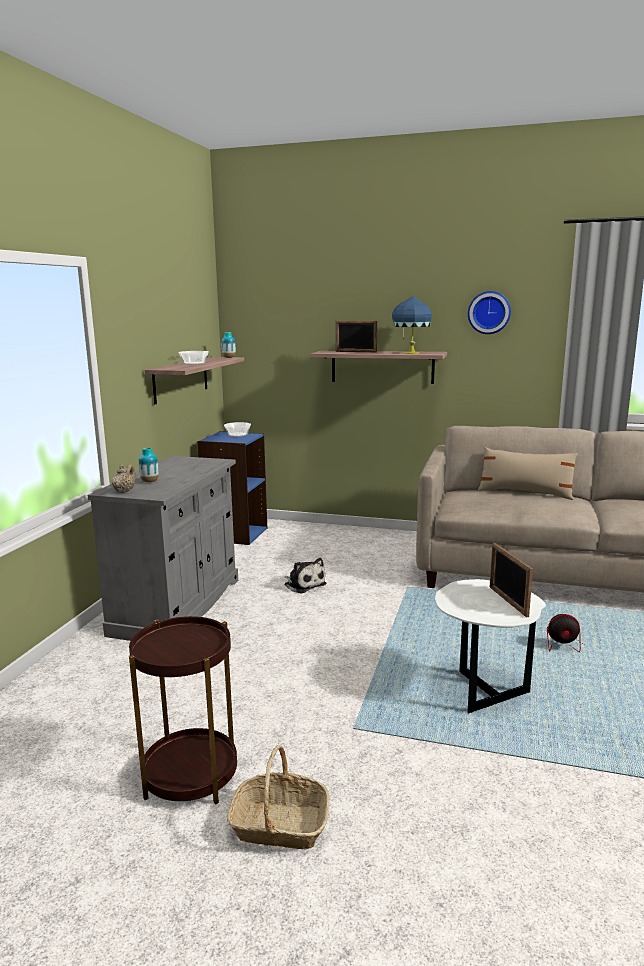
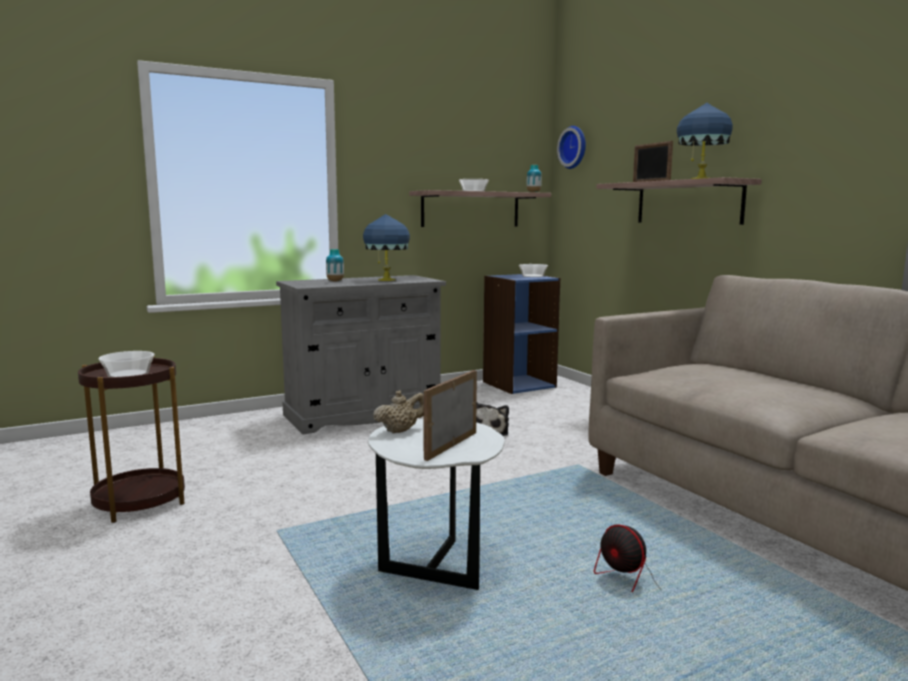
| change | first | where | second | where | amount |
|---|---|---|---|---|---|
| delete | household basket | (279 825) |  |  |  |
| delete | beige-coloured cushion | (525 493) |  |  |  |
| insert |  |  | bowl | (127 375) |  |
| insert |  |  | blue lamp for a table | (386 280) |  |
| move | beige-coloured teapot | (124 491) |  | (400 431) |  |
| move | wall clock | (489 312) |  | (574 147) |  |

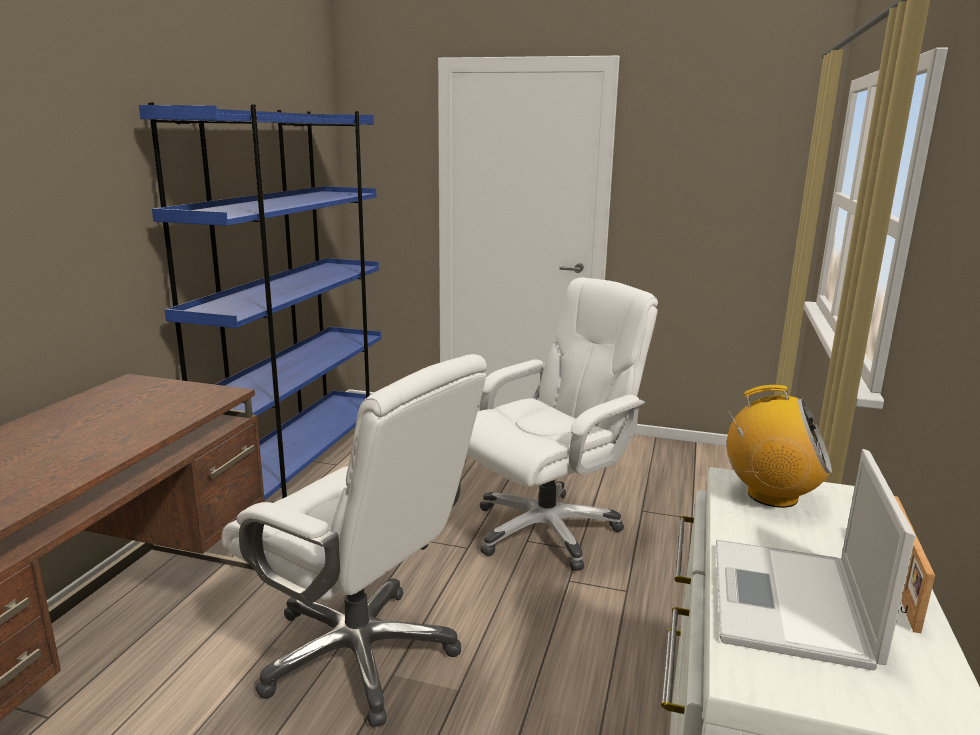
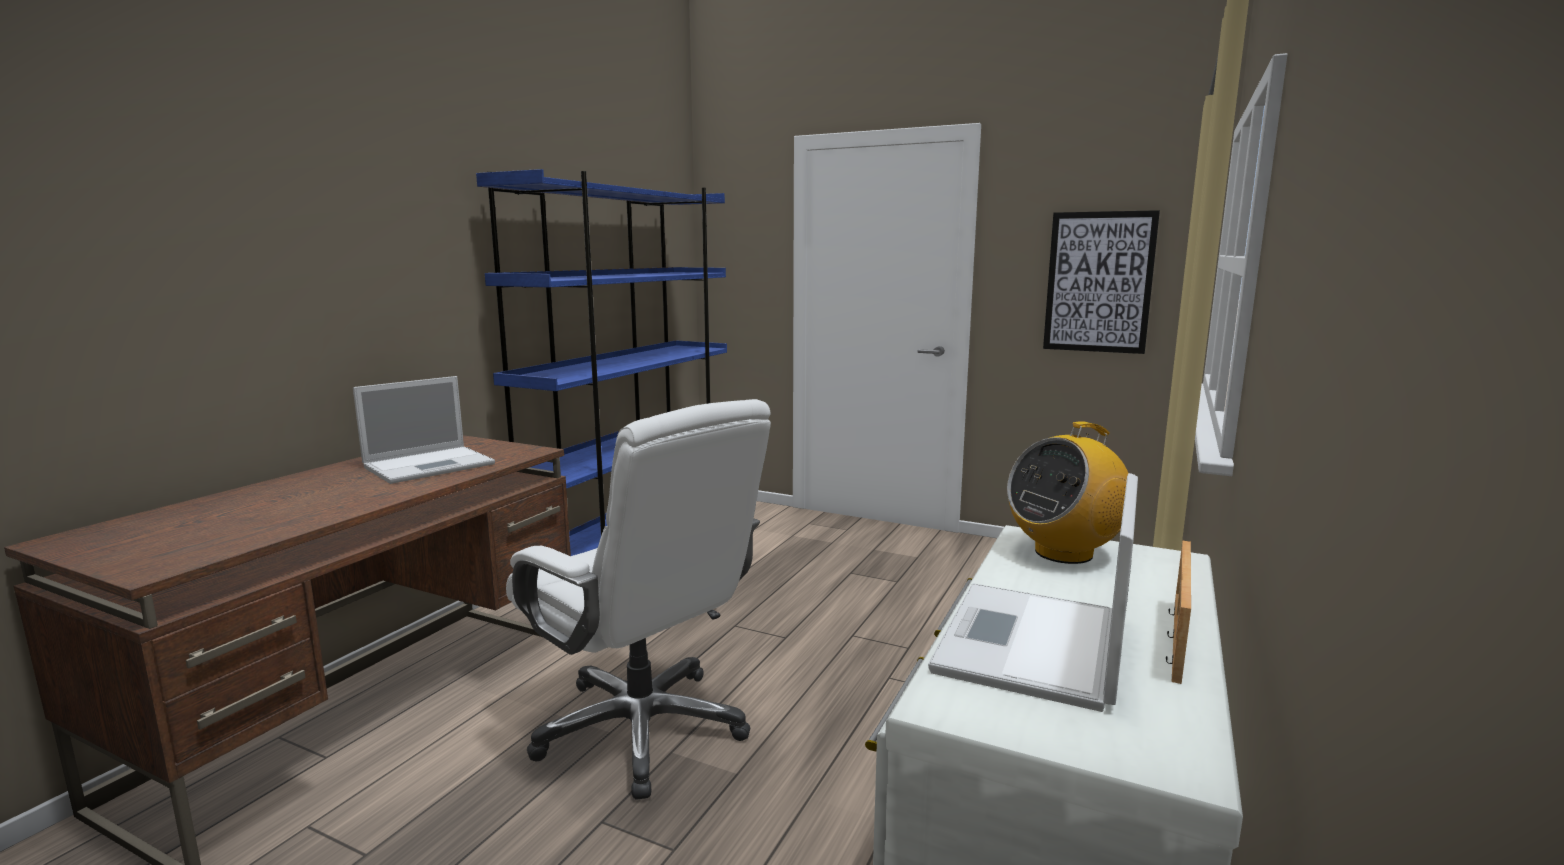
| change | first | where | second | where | amount |
|---|---|---|---|---|---|
| delete | white desk chair | (546 529) |  |  |  |
| insert |  |  | laptop | (431 465) |  |
| insert |  |  | wall art | (1099 282) |  |
| rotate | radio | (771 495) |  | (1064 552) | 120 degrees clockwise |

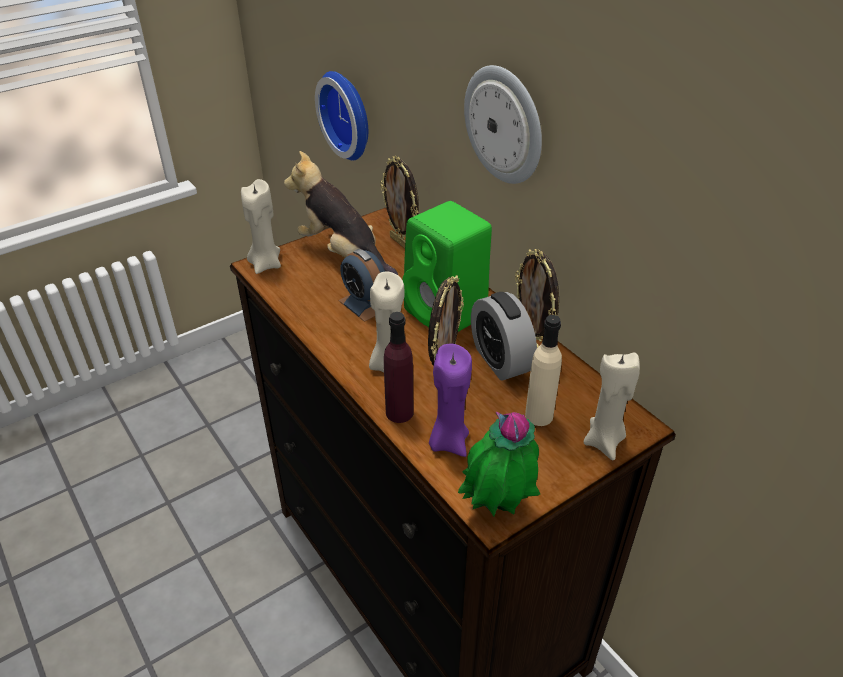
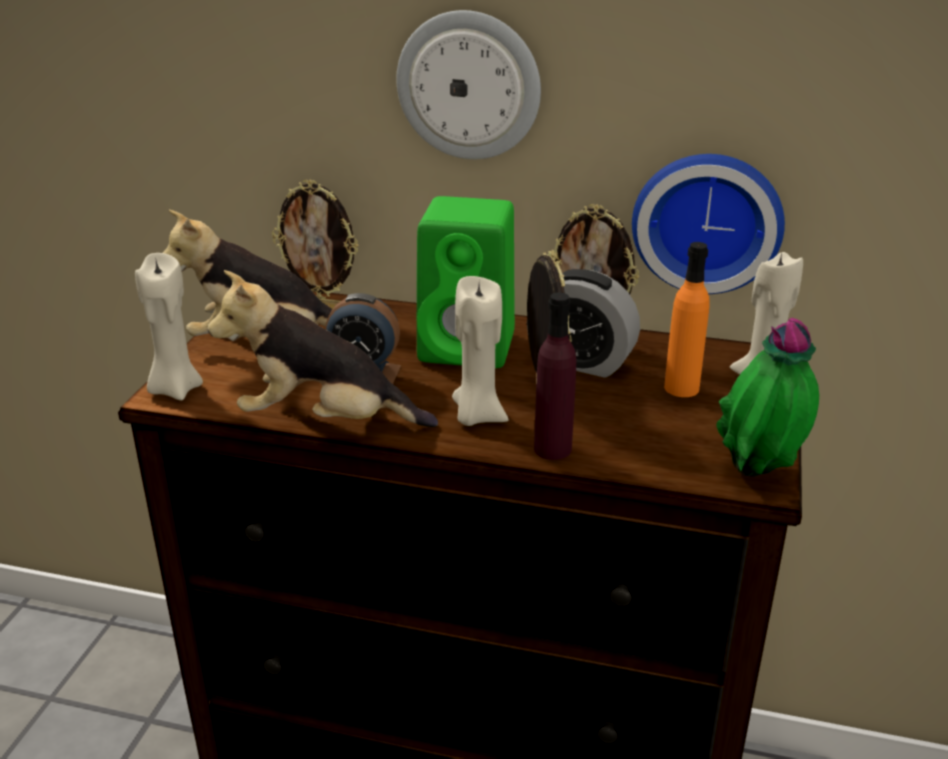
| change | first | where | second | where | amount |
|---|---|---|---|---|---|
| delete | purplish candle | (448 441) |  |  |  |
| insert |  |  | soft toy | (325 421) |  |
| move | wall clock | (349 114) |  | (707 220) |  |
| recolor | beige-coloured beverage bottle | (539 415) | orange-coloured beverage bottle | (681 388) |  |

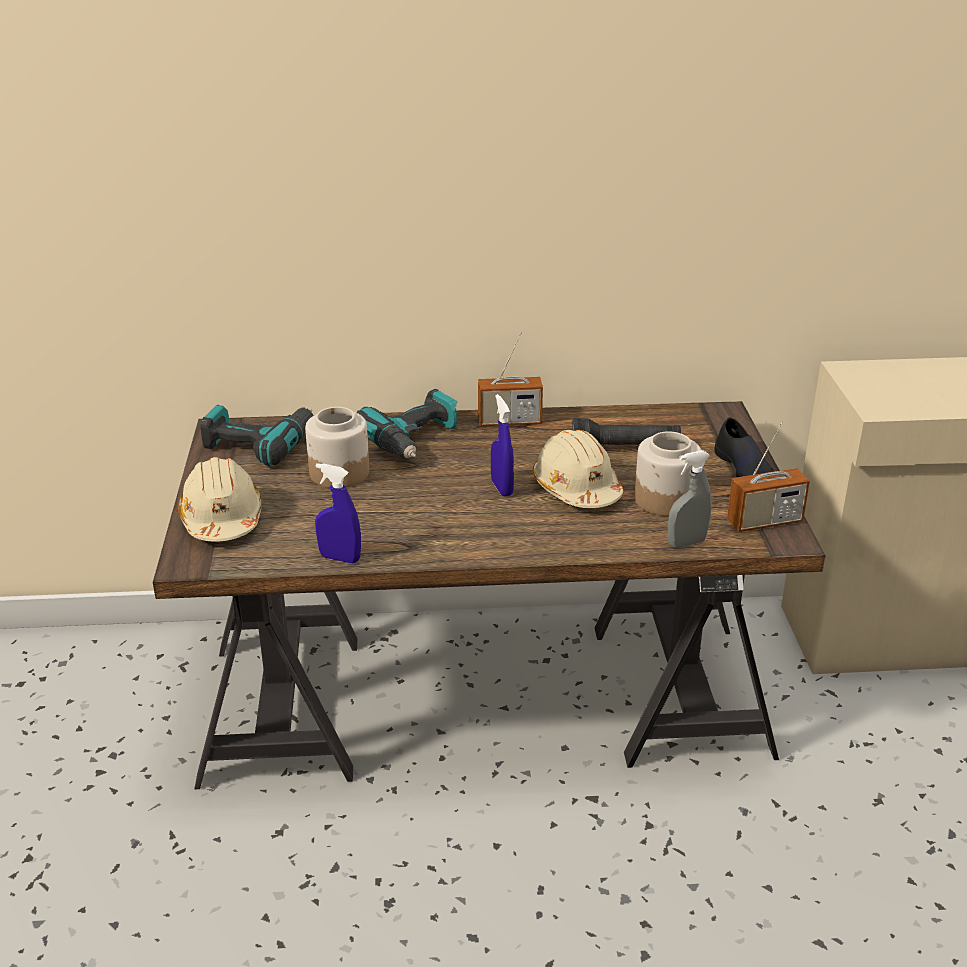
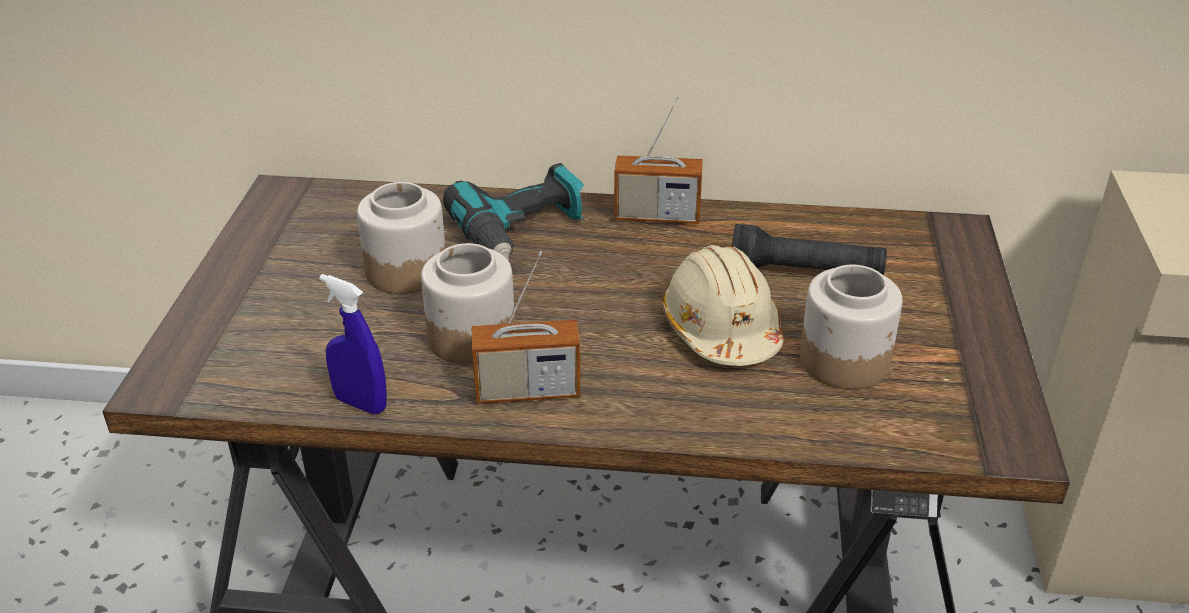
| change | first | where | second | where | amount |
|---|---|---|---|---|---|
| delete | beige-coloured hard hat | (222 519) |  |  |  |
| delete | electric drill | (259 443) |  |  |  |
| delete | blue sprayer | (502 488) |  |  |  |
| delete | grey sprayer | (686 543) |  |  |  |
| delete | black shoe | (745 469) |  |  |  |
| insert |  |  | jar | (470 337) |  |
| move | radio | (764 522) |  | (527 391) |  |

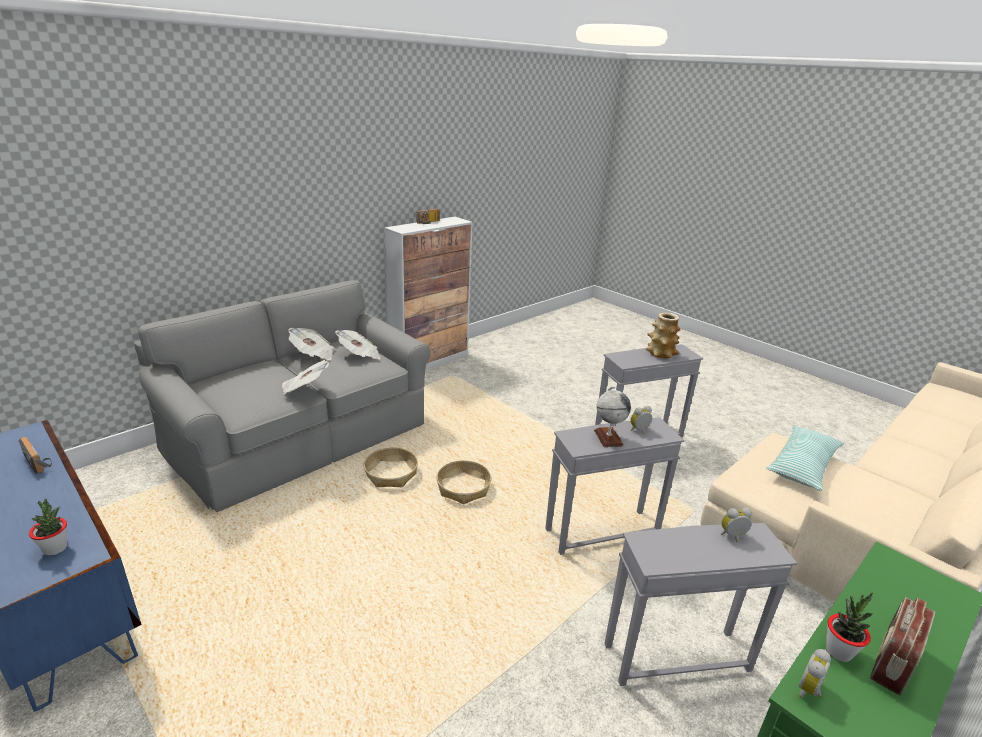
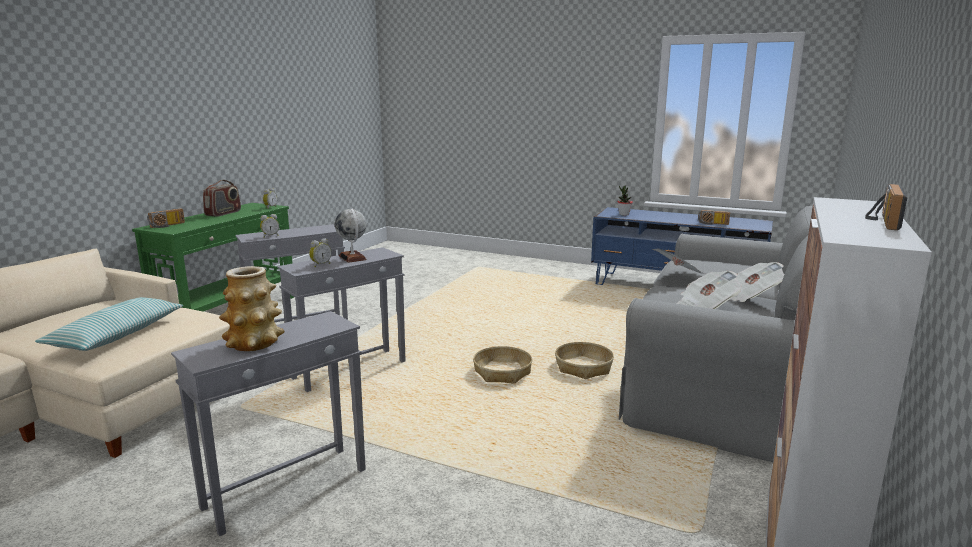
| change | first | where | second | where | amount |
|---|---|---|---|---|---|
| delete | houseplant | (838 651) |  |  |  |
| insert |  |  | radio | (167 225) |  |

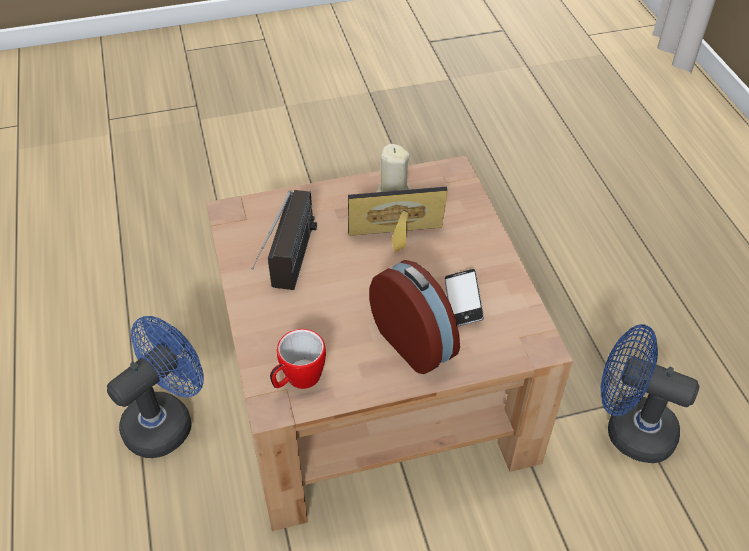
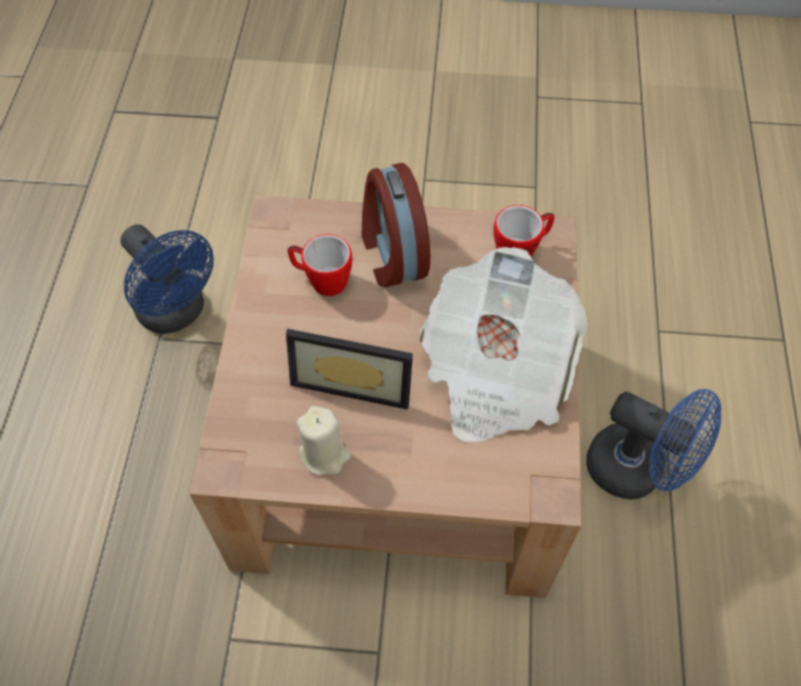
| change | first | where | second | where | amount |
|---|---|---|---|---|---|
| replace | radio | (290 273) | printed paper | (496 372) |  |
| replace | phone | (463 301) | coffee mug | (321 280) |  |
| rotate | blue cooling fan | (166 420) |  | (637 470) | 120 degrees counterclockwise |

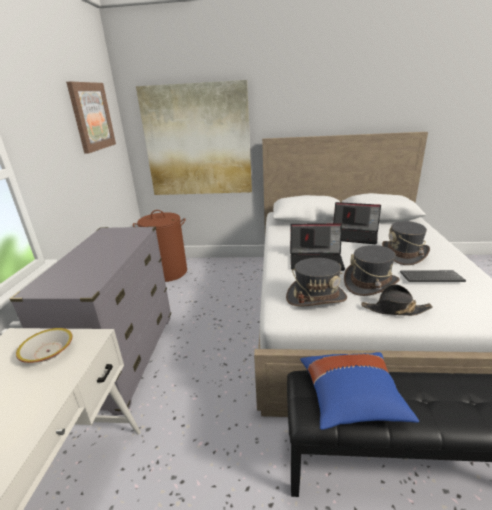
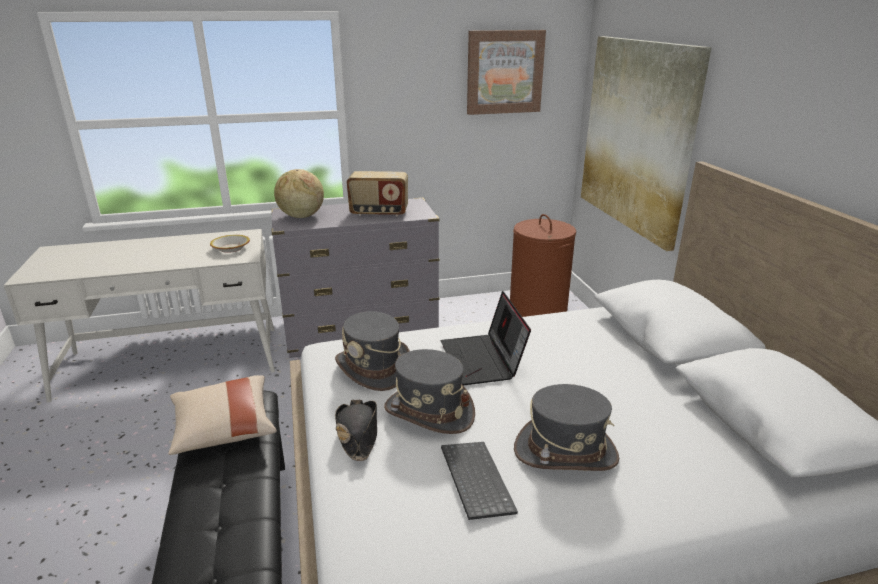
| change | first | where | second | where | amount |
|---|---|---|---|---|---|
| delete | laptop | (354 235) |  |  |  |
| insert |  |  | world globe | (301 216) |  |
| insert |  |  | radio | (379 213) |  |
| recolor | blue cushion | (352 400) | beige-coloured cushion | (224 428) |  |

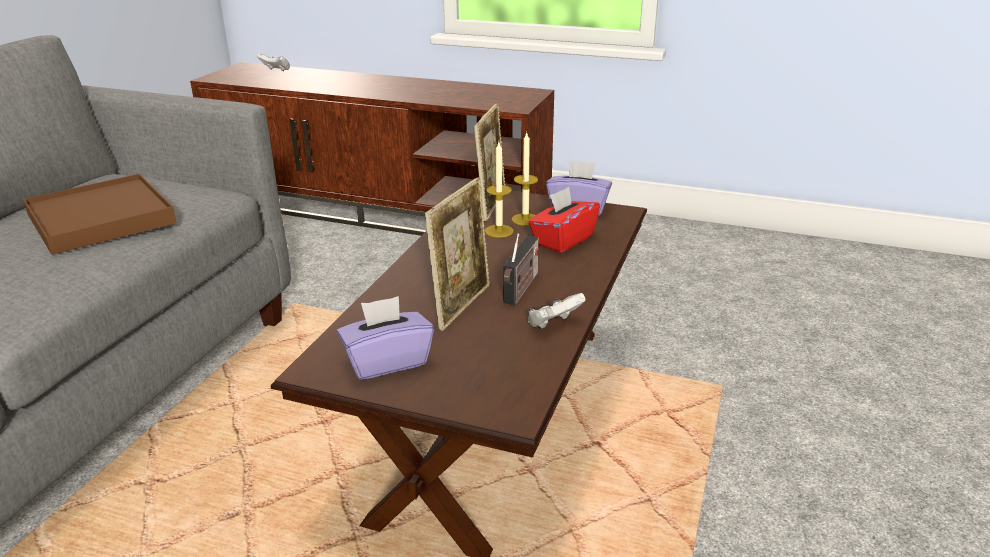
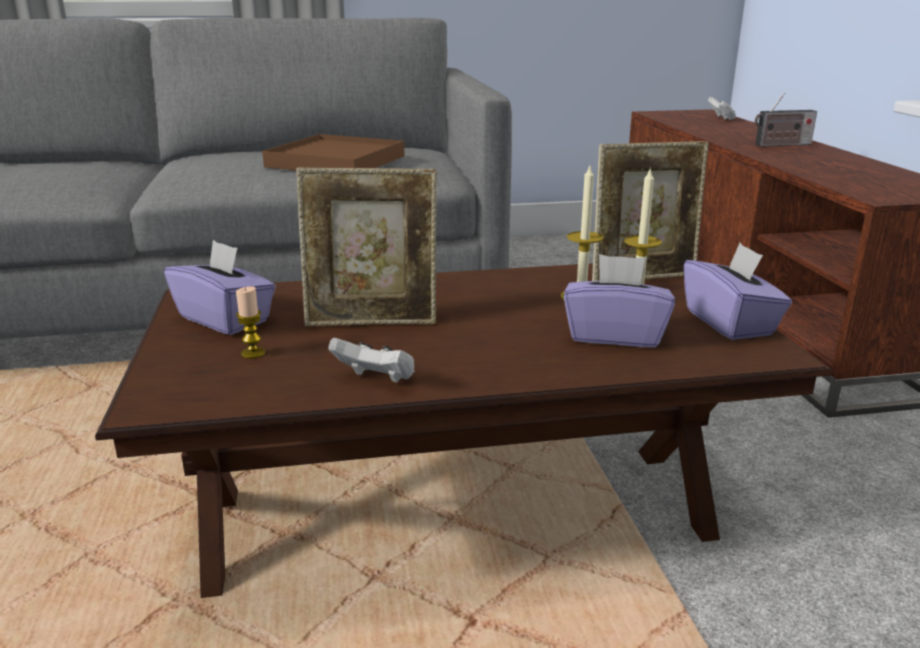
| change | first | where | second | where | amount |
|---|---|---|---|---|---|
| insert |  |  | candle | (253 353) |  |
| move | radio | (520 289) |  | (780 145) |  |
| recolor | red-coloured box of tissues | (563 240) | purplish box of tissues | (614 335) |  |

